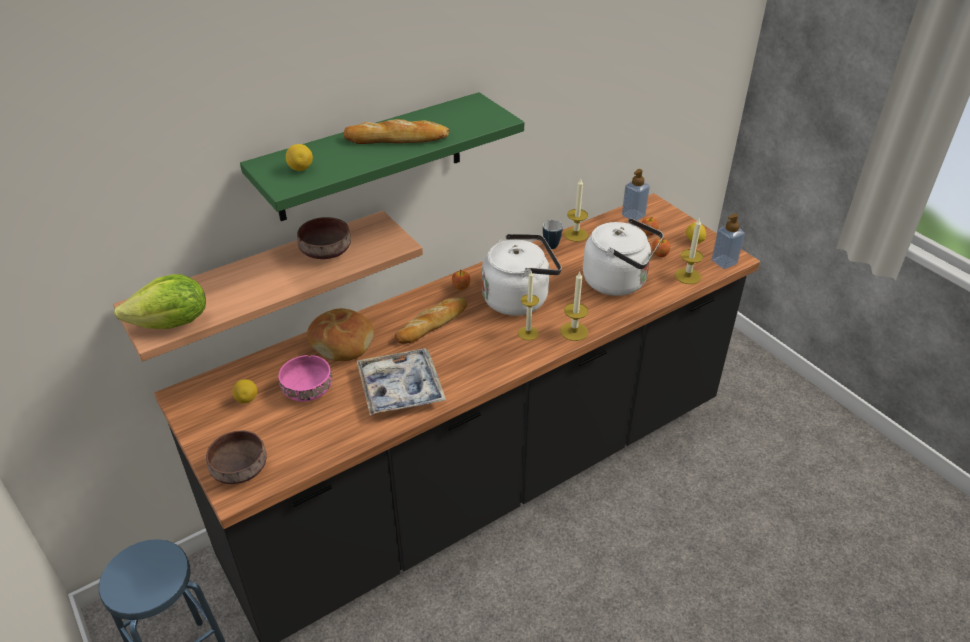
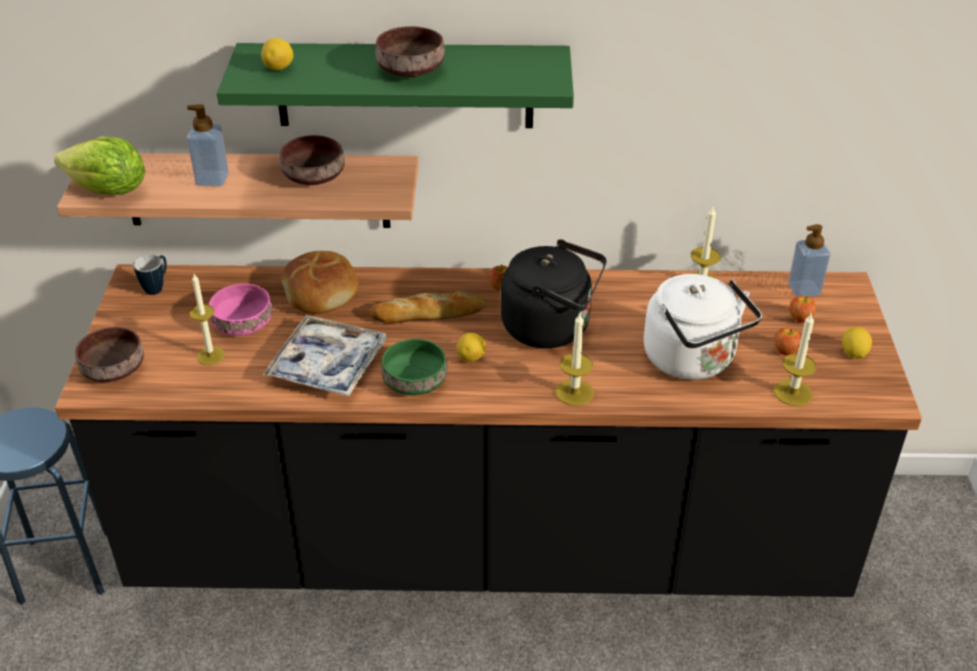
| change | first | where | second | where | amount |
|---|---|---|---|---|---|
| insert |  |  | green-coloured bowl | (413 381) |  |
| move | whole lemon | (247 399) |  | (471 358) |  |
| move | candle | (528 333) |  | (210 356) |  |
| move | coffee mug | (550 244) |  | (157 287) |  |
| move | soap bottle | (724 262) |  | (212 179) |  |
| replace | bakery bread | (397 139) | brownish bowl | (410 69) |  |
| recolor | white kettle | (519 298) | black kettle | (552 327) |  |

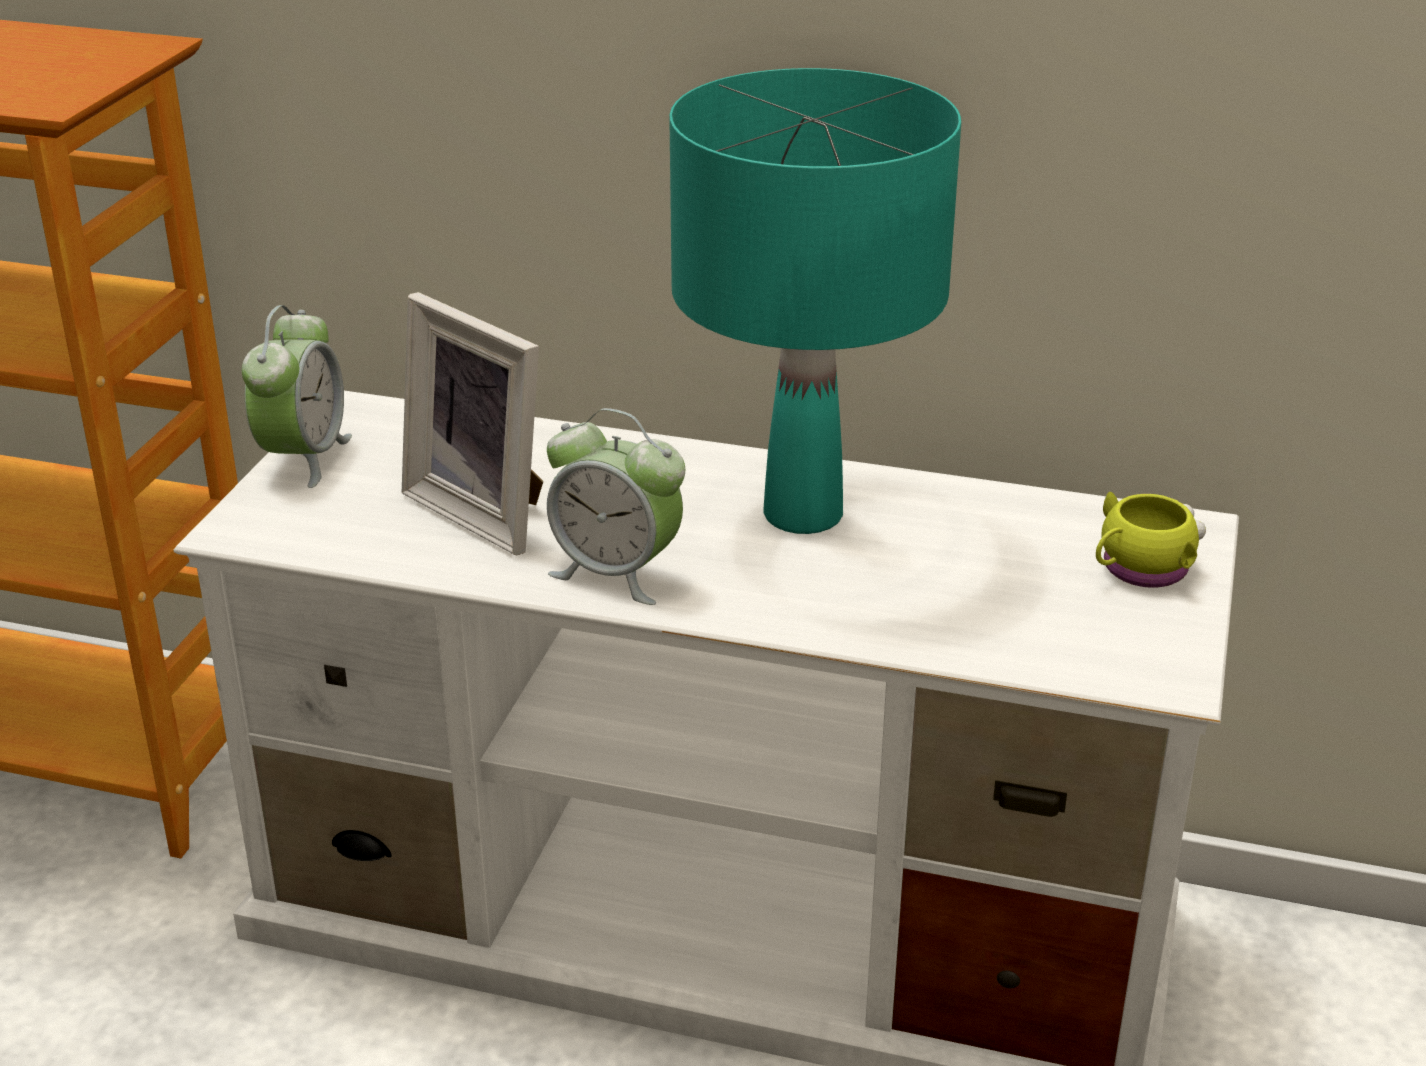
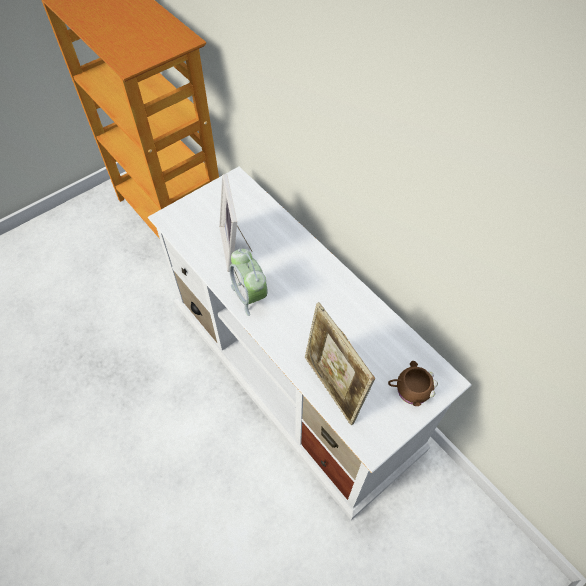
| change | first | where | second | where | amount |
|---|---|---|---|---|---|
| delete | table clock | (303 458) |  |  |  |
| delete | blue-green lamp for a table | (802 514) |  |  |  |
| insert |  |  | photo frame | (332 388) |  |
| recolor | yellow-coloured coffee mug | (1139 570) | brownish coffee mug | (409 390) |  |

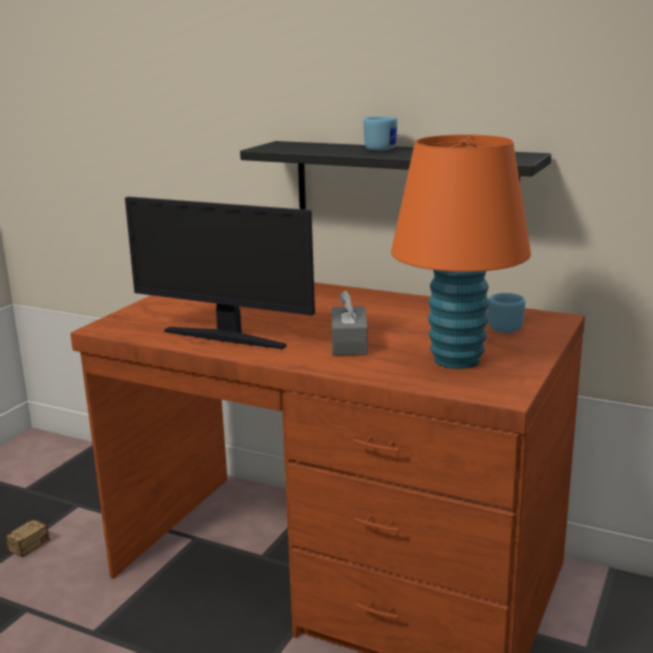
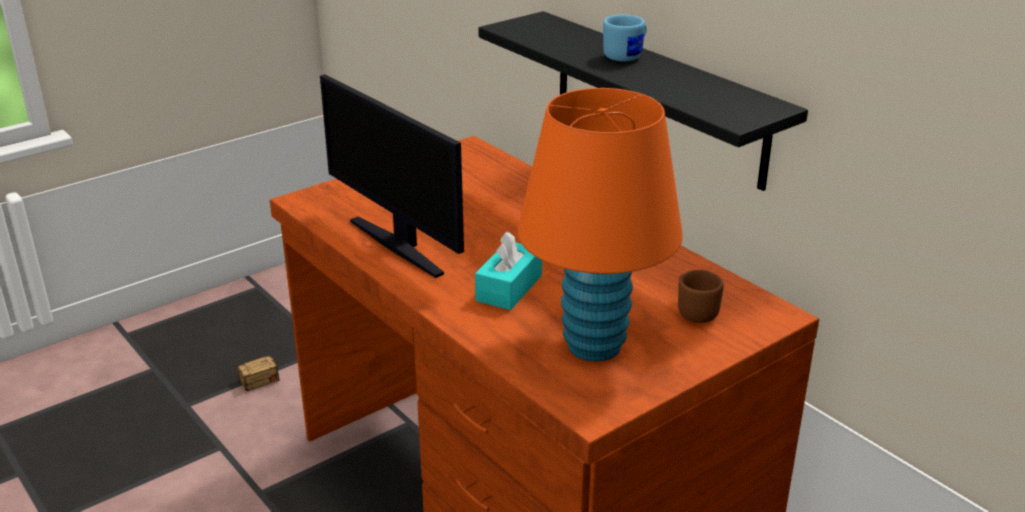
| change | first | where | second | where | amount |
|---|---|---|---|---|---|
| recolor | grey box of tissues | (349 343) | blue-green box of tissues | (509 288) |  |
| recolor | blue coffee mug | (500 328) | brownish coffee mug | (695 311) |  |

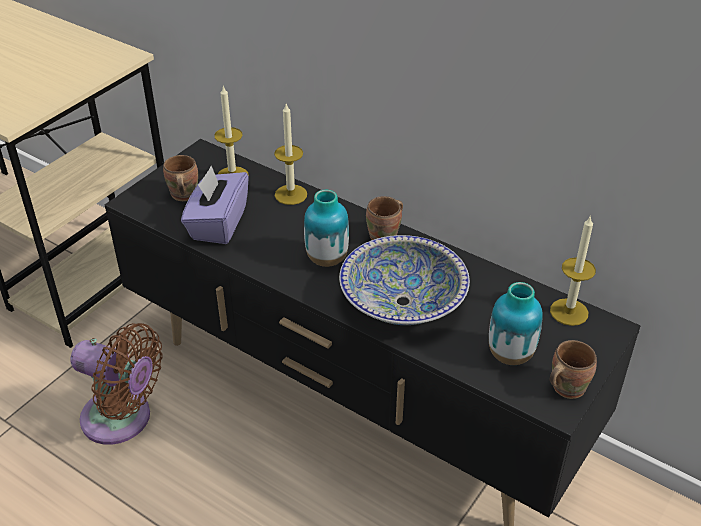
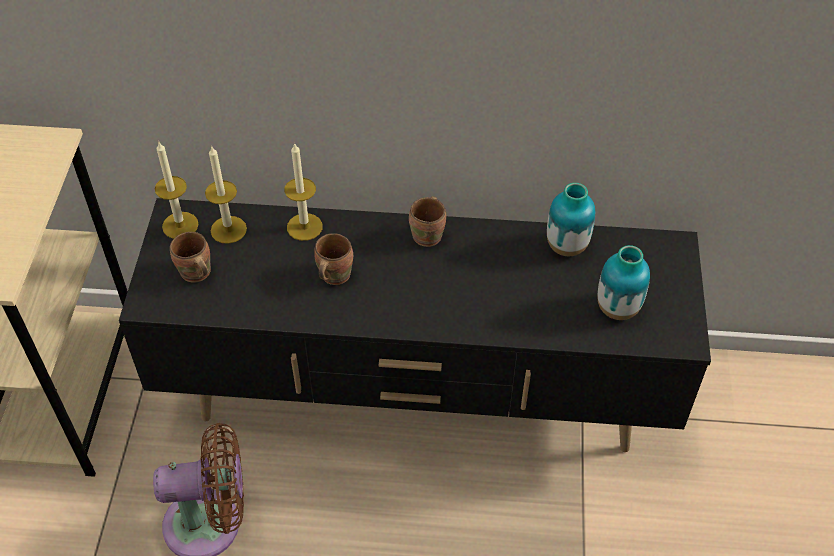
| change | first | where | second | where | amount |
|---|---|---|---|---|---|
| delete | purplish box of tissues | (218 224) |  |  |  |
| delete | bowl | (403 301) |  |  |  |
| move | flower vase | (327 259) |  | (566 246) |  |
| move | candle | (569 312) |  | (180 225) |  |
| move | brownish coffee mug | (565 387) |  | (333 275) |  |

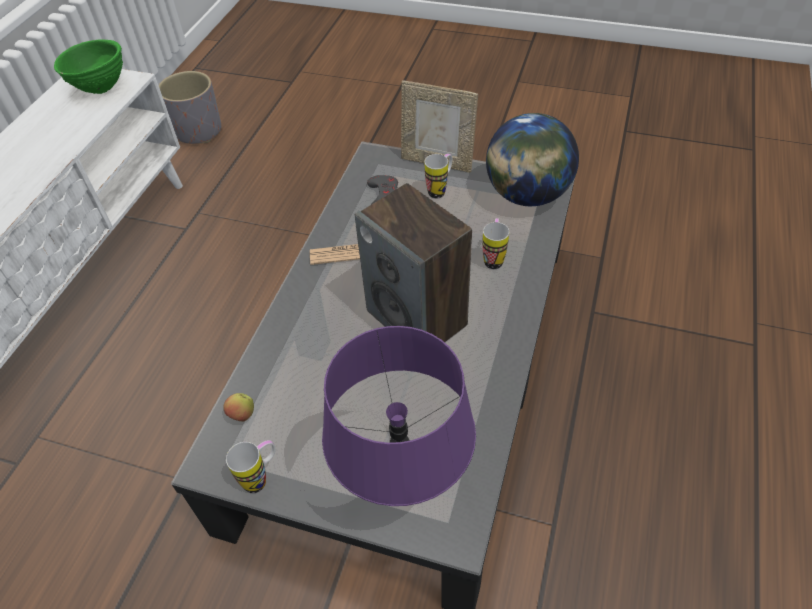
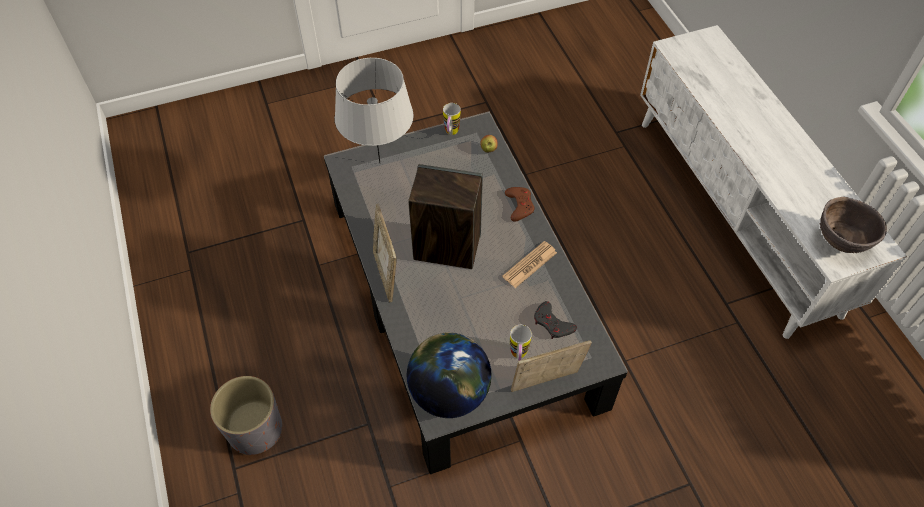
| change | first | where | second | where | amount |
|---|---|---|---|---|---|
| delete | coffee mug | (493 258) |  |  |  |
| insert |  |  | photo frame | (387 274) |  |
| insert |  |  | brownish gamepad | (519 205) |  |
| move | grey planter | (198 131) |  | (256 430) |  |
| recolor | green-coloured bowl | (101 89) | brownish bowl | (840 242) |  |
| recolor | purplish lamp for a table | (405 493) | grey lamp for a table | (379 163) |  |

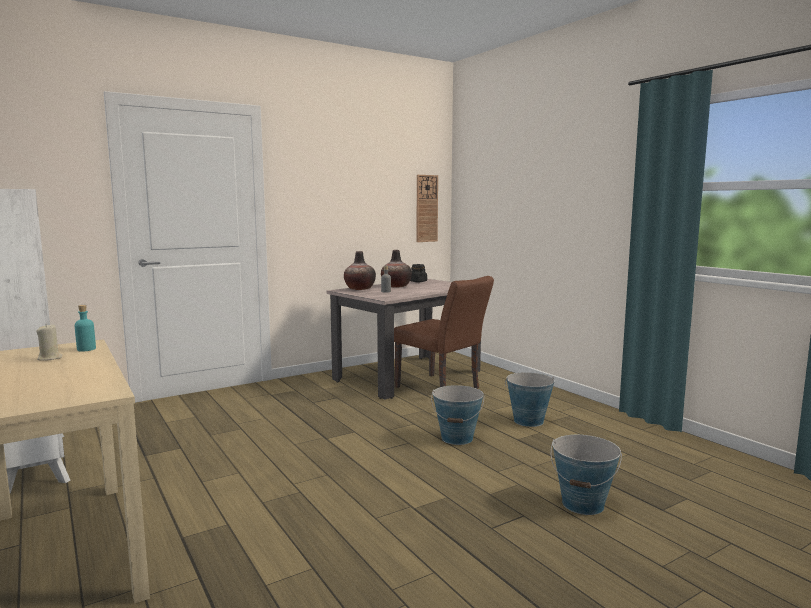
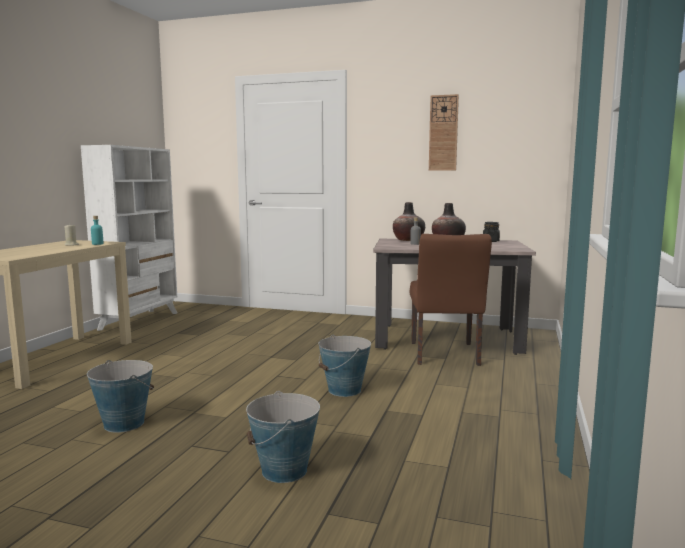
| change | first | where | second | where | amount |
|---|---|---|---|---|---|
| move | wall clock | (426 208) |  | (443 133) |  |
| move | water bucket | (528 421) |  | (124 423) |  |

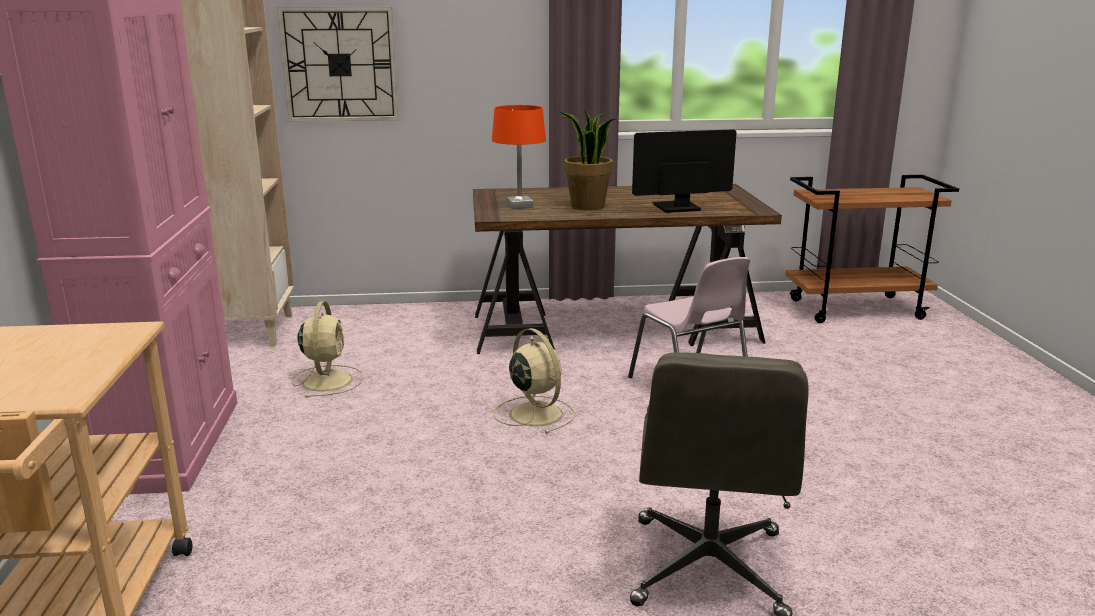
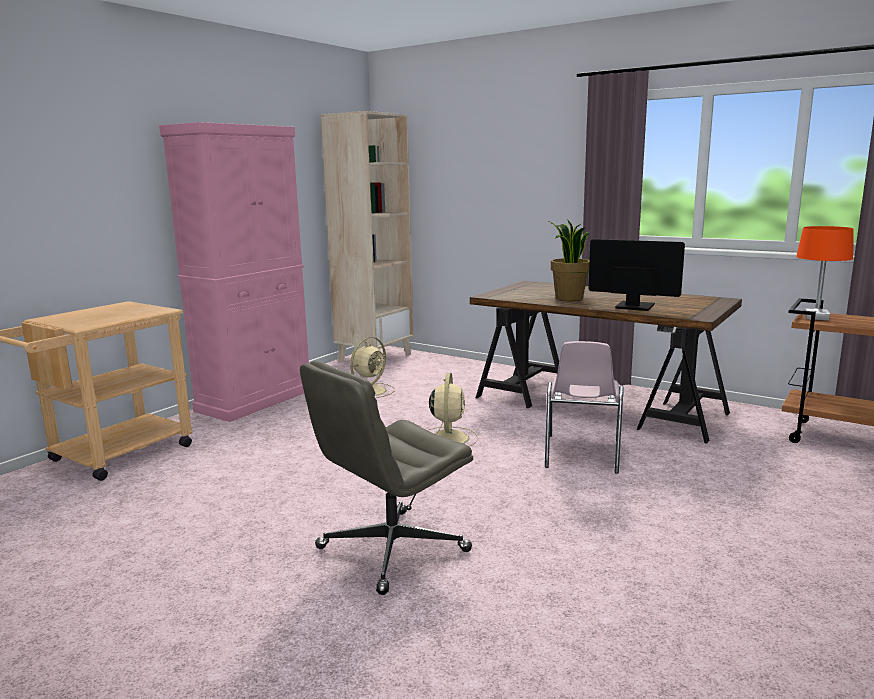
| change | first | where | second | where | amount |
|---|---|---|---|---|---|
| delete | wall clock | (340 64) |  |  |  |
| move | orange-coloured lamp for a table | (519 206) |  | (816 318) |  |

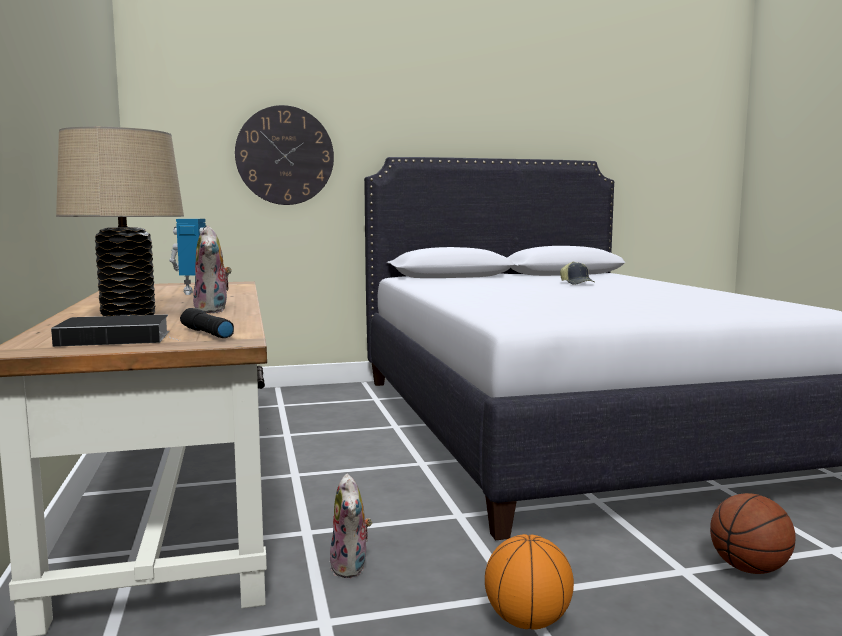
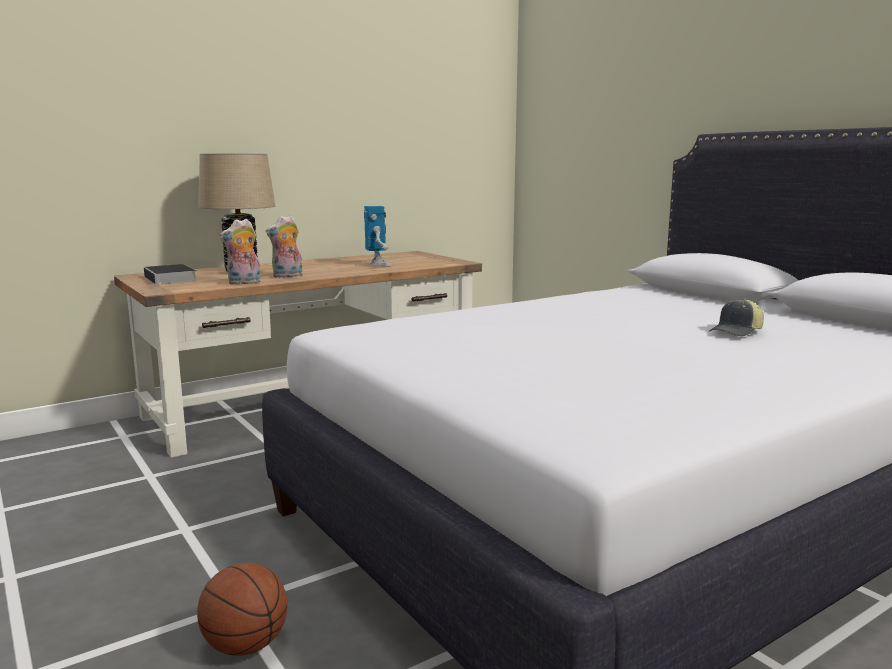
| change | first | where | second | where | amount |
|---|---|---|---|---|---|
| delete | black hand torch | (206 333) |  |  |  |
| delete | wall clock | (285 155) |  |  |  |
| delete | ball for basketball | (528 621) |  |  |  |
| move | soft toy | (351 567) |  | (244 283) |  |

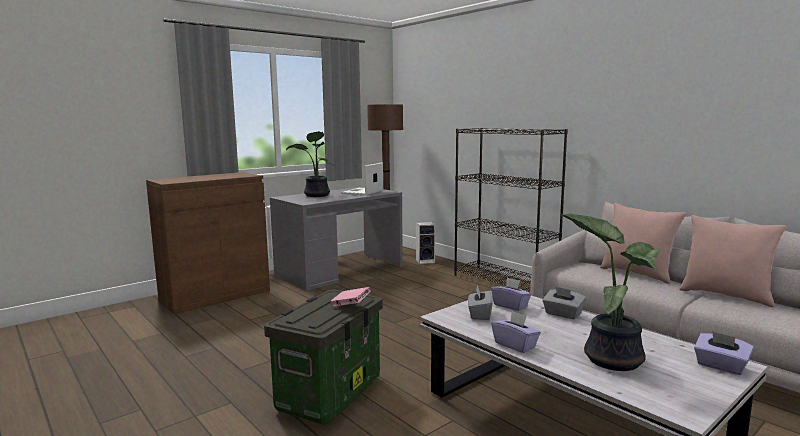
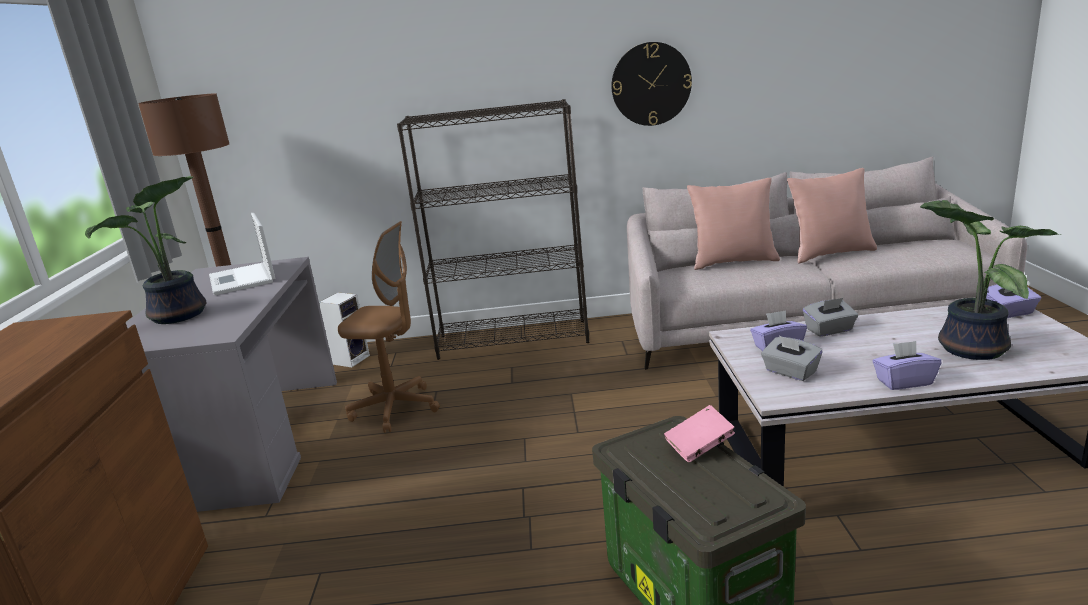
| change | first | where | second | where | amount |
|---|---|---|---|---|---|
| insert |  |  | brownish desk chair | (395 409) |  |
| insert |  |  | wall clock | (651 84) |  |

